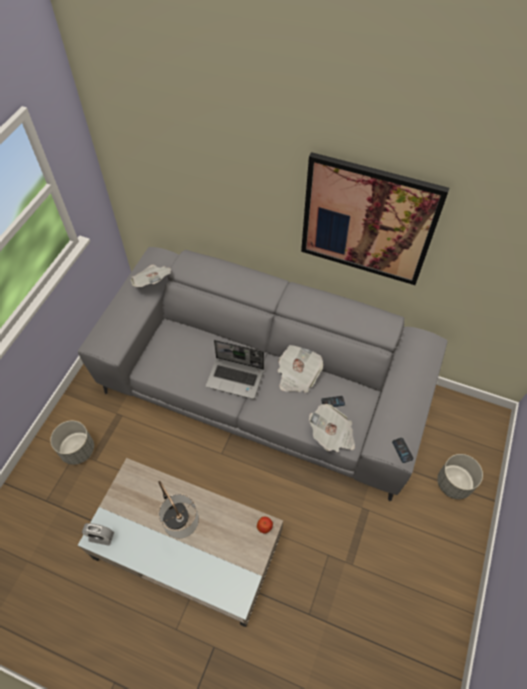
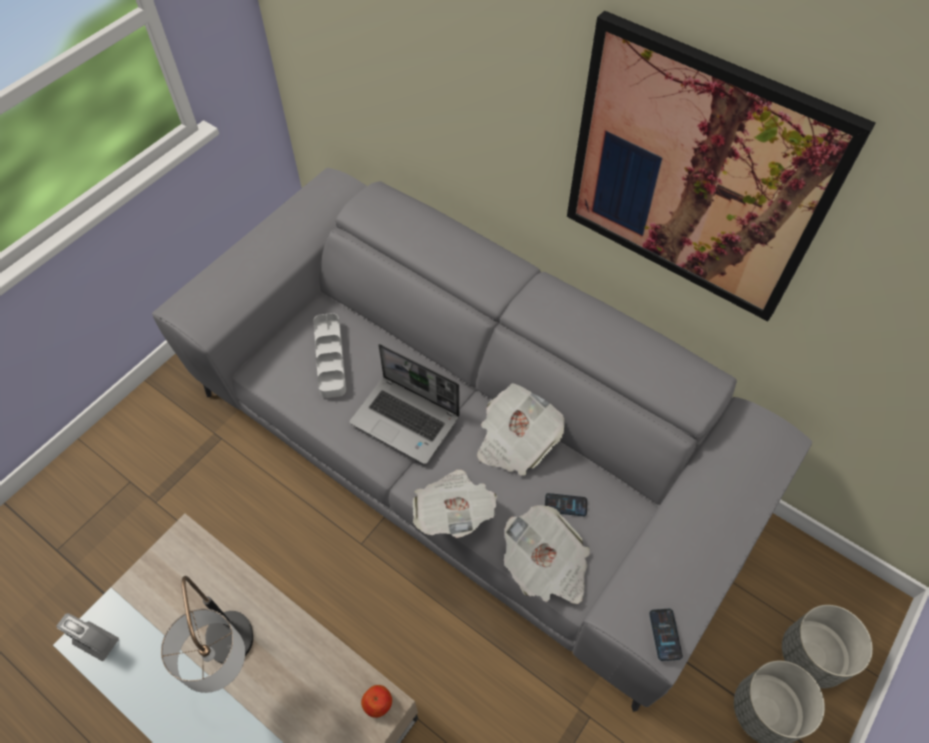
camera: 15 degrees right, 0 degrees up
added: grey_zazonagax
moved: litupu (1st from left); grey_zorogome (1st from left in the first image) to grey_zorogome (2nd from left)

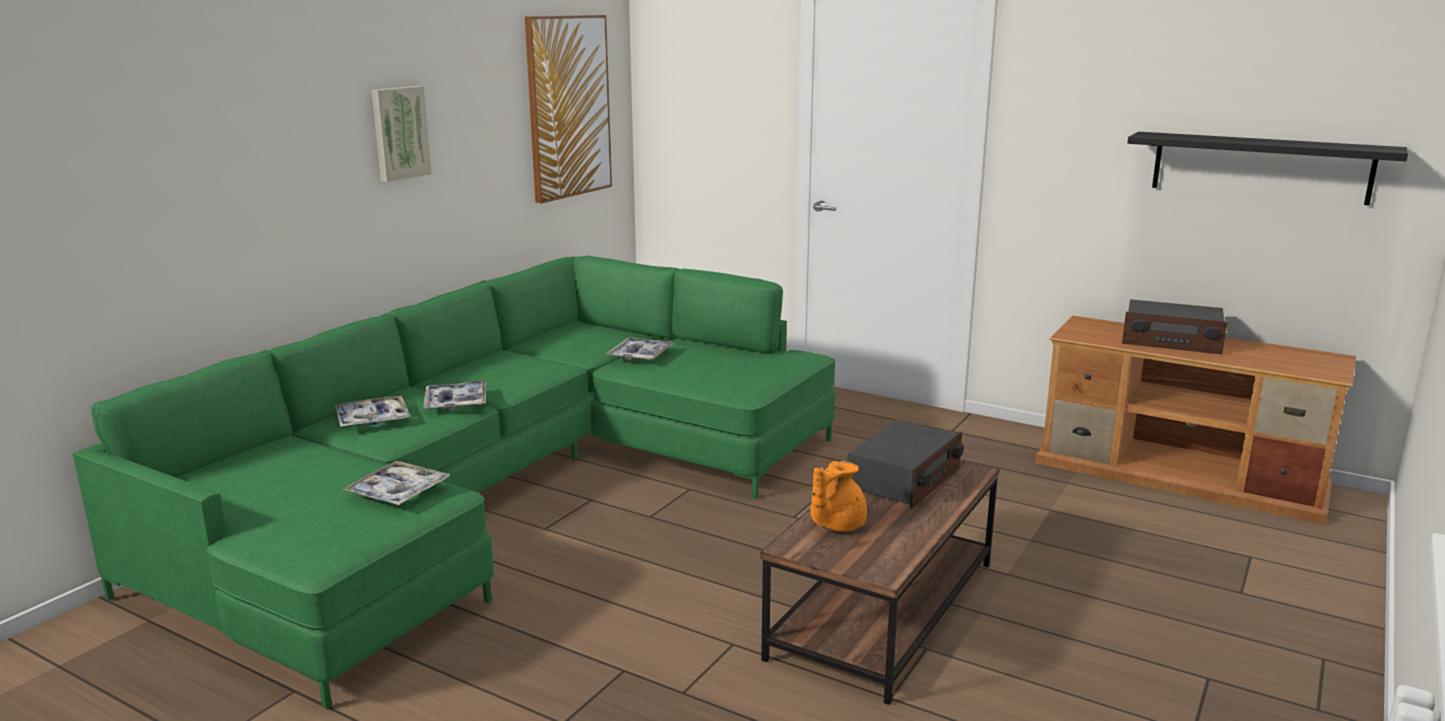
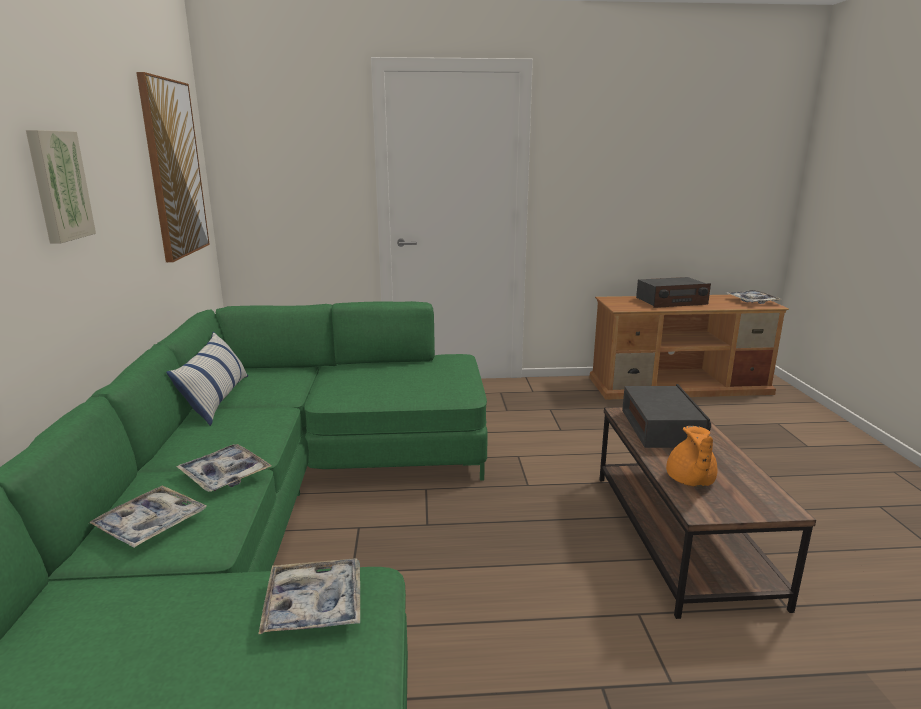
camera: 35 degrees left, 0 degrees up
removed: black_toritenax
added: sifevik
moved: zazonagax (4th from left)

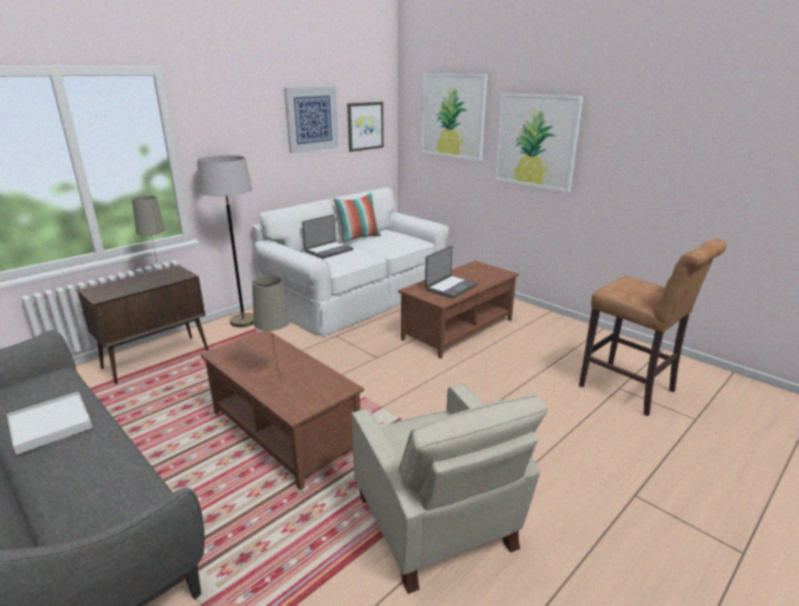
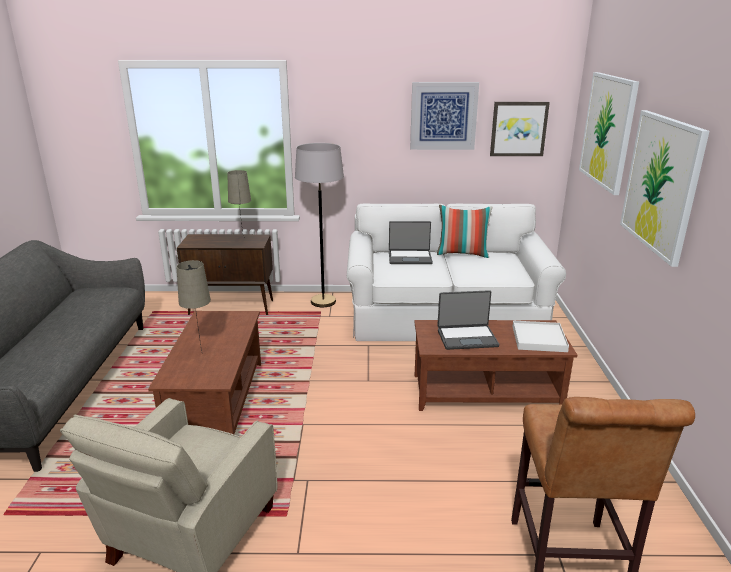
camera: 45 degrees right, 0 degrees up
moved: white_zazonagax

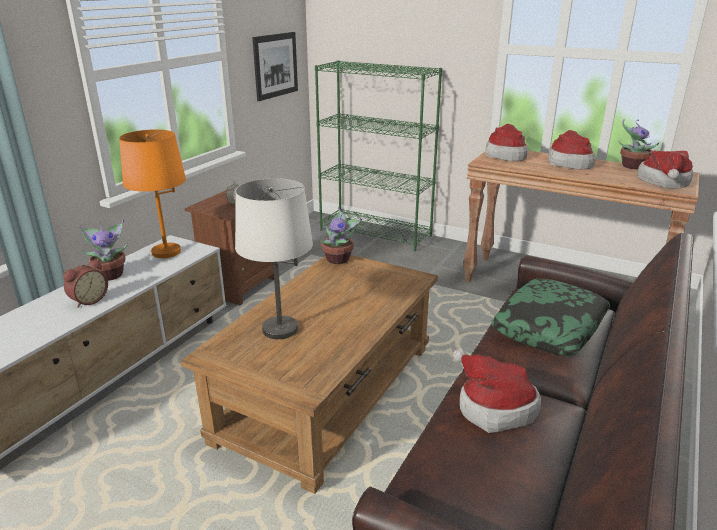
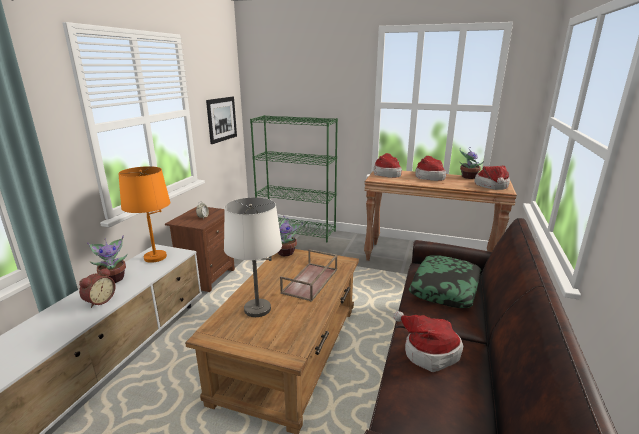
camera: 10 degrees left, 5 degrees down
added: brown_zazonagax

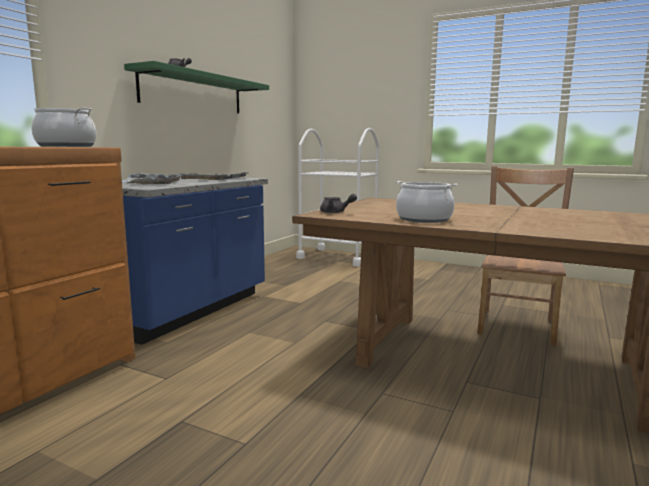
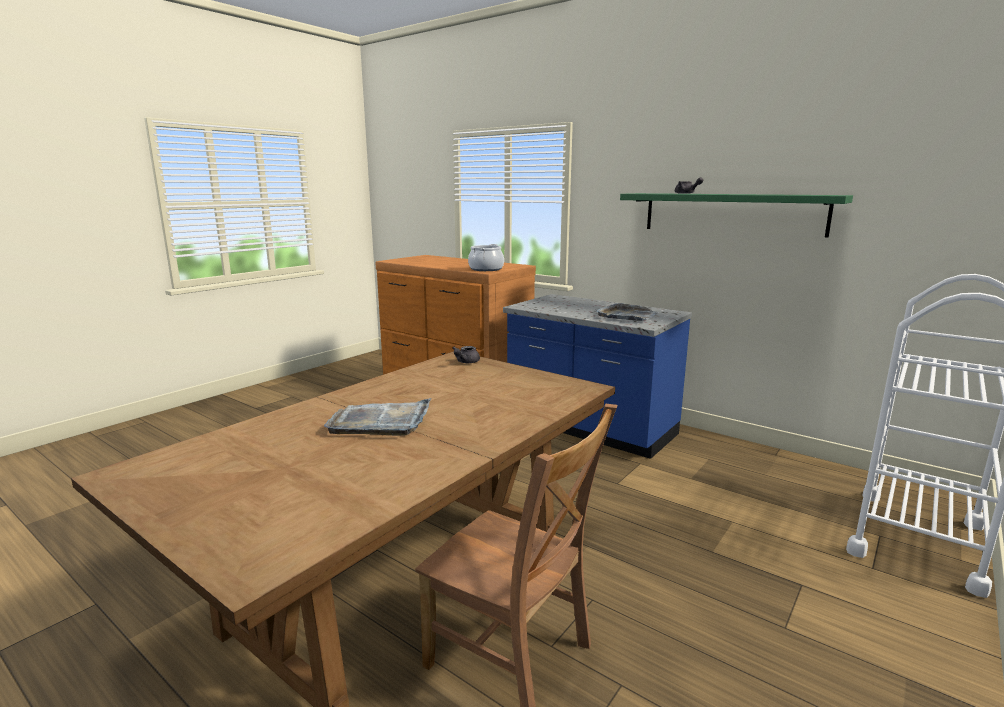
camera: 100 degrees right, 5 degrees up
removed: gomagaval (2nd from left)
moved: grey_zazonagax (1st from left)

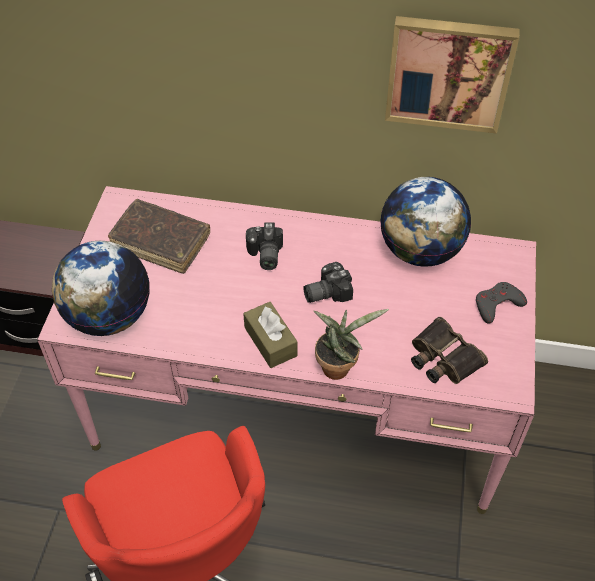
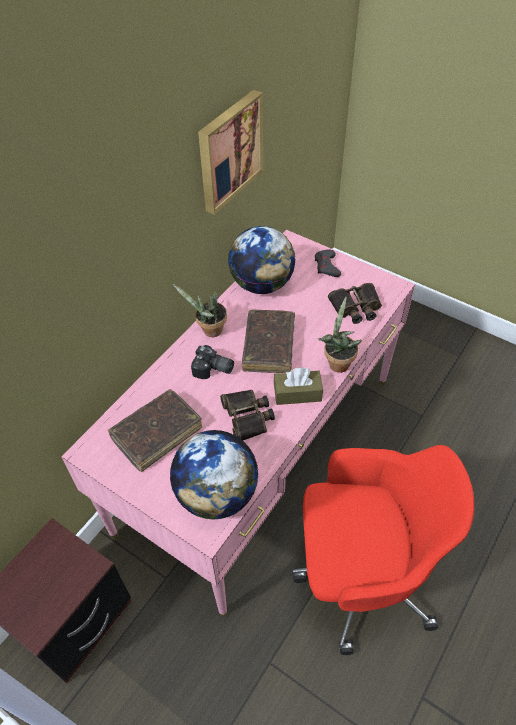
camera: 65 degrees left, 0 degrees up
added: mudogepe (1st from left); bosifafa (1st from left)
replaced: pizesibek (2nd from left) to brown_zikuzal (2nd from left)

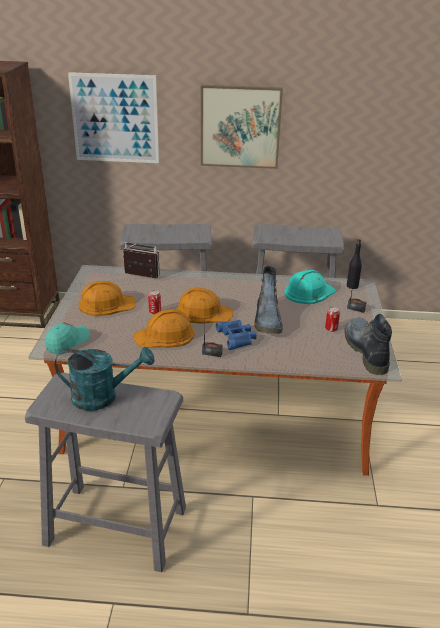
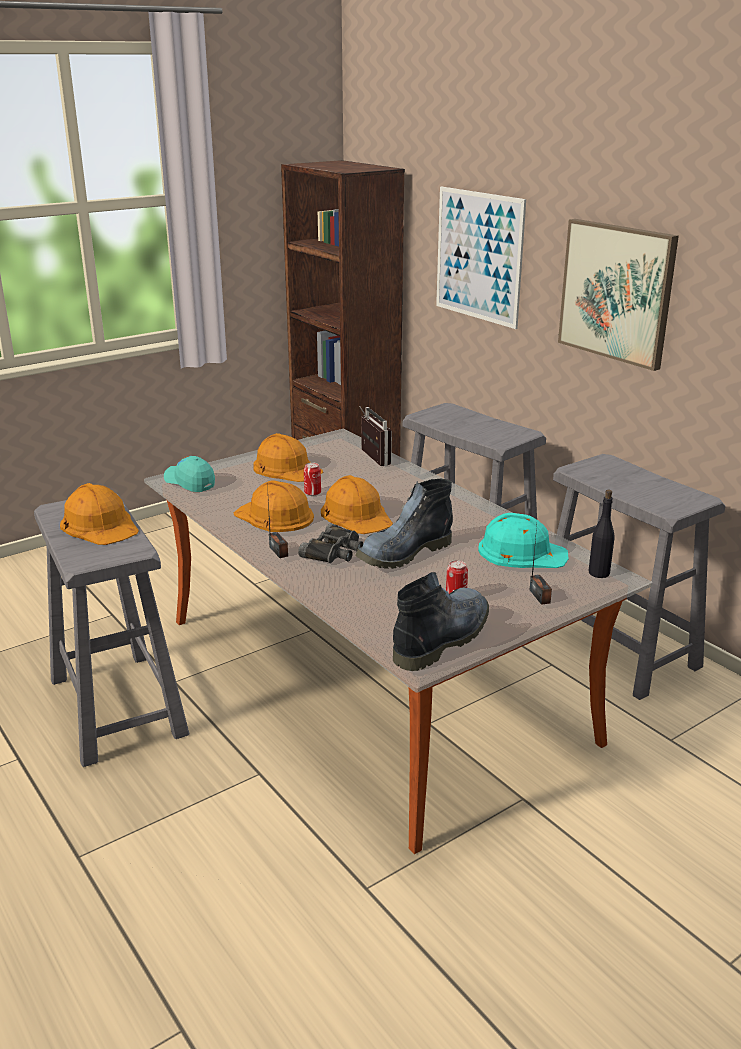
camera: 50 degrees right, 5 degrees down
replaced: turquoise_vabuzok to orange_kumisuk (1st from left)
recoloured: blue_bosifafa to black_bosifafa
turned: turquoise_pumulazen 135 degrees counterclockwise

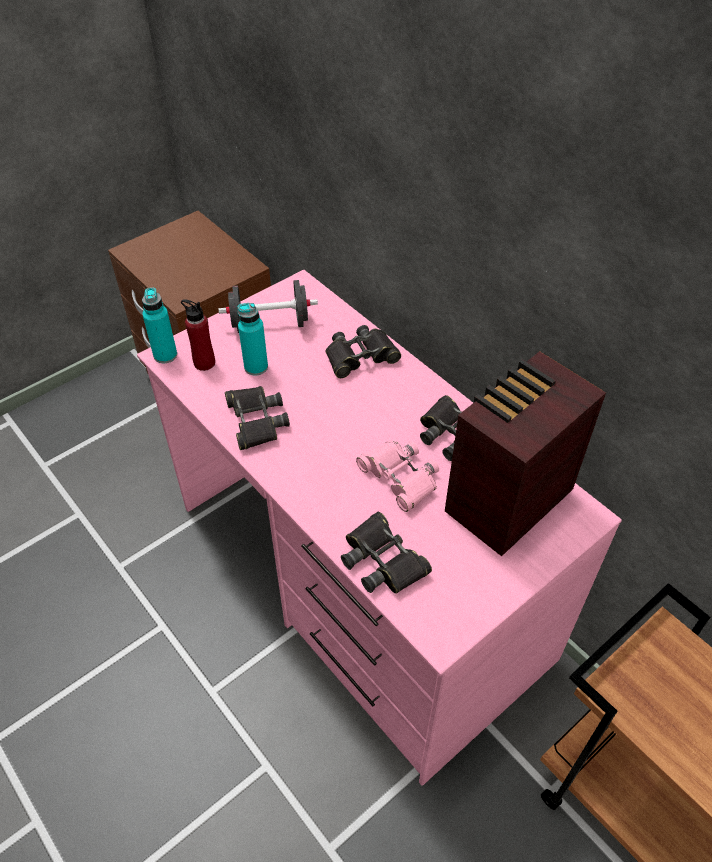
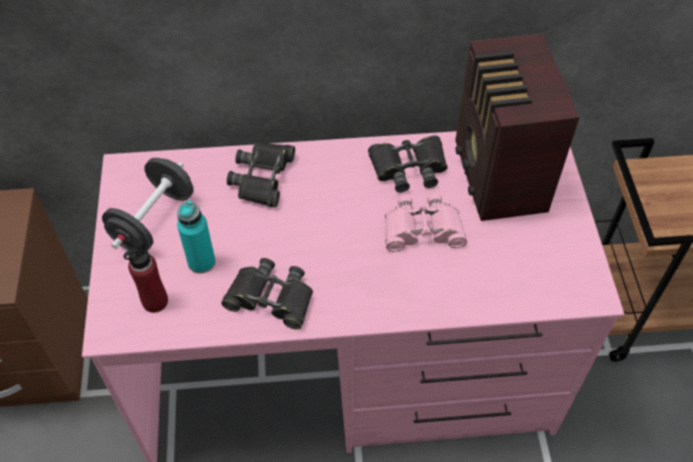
camera: 55 degrees left, 5 degrees up
removed: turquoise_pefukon (1st from left); black_bosifafa (3rd from left)

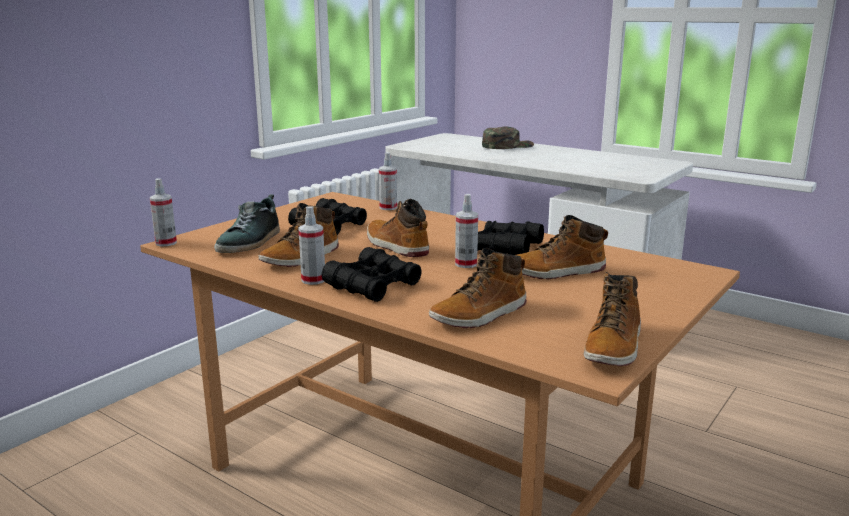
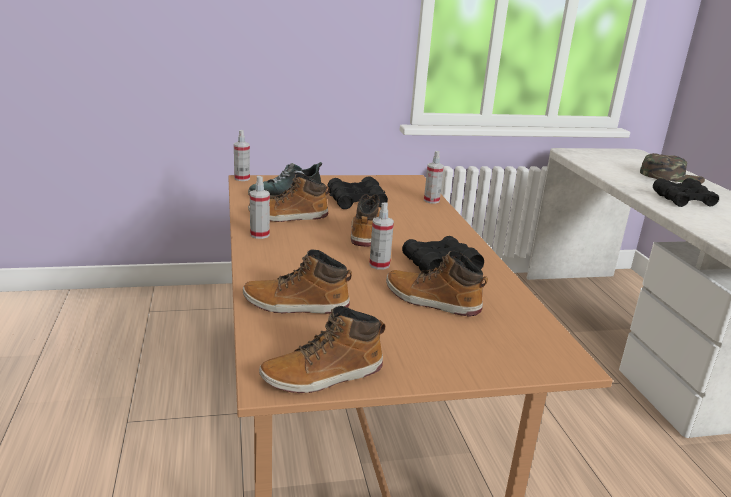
camera: 40 degrees right, 5 degrees up
moved: black_bosifafa (2nd from left in the first image) to black_bosifafa (3rd from left)

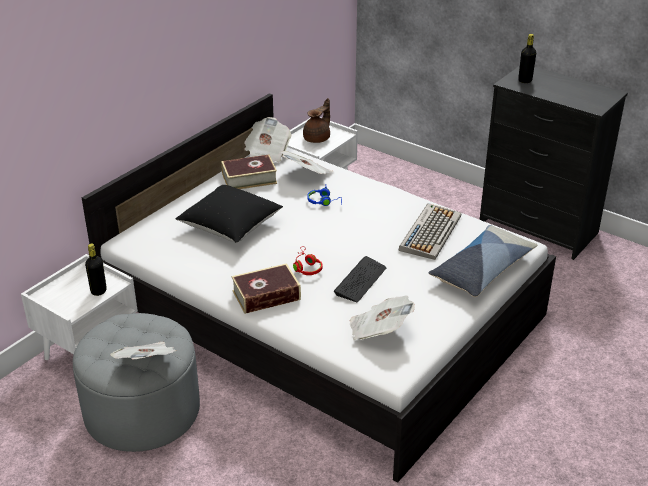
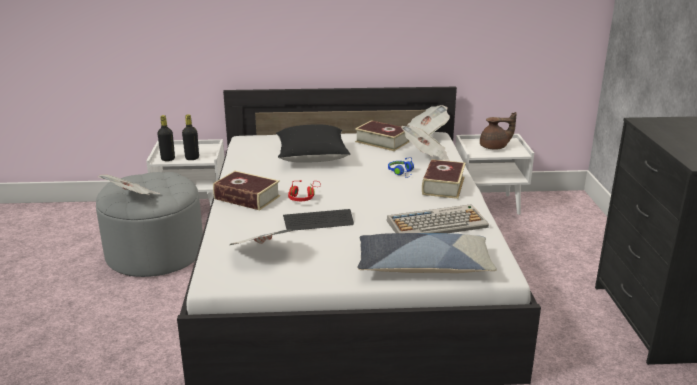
camera: 50 degrees right, 10 degrees down
added: zikuzal (3rd from left)
moved: black_pefukon (2nd from left in the first image) to black_pefukon (1st from left)

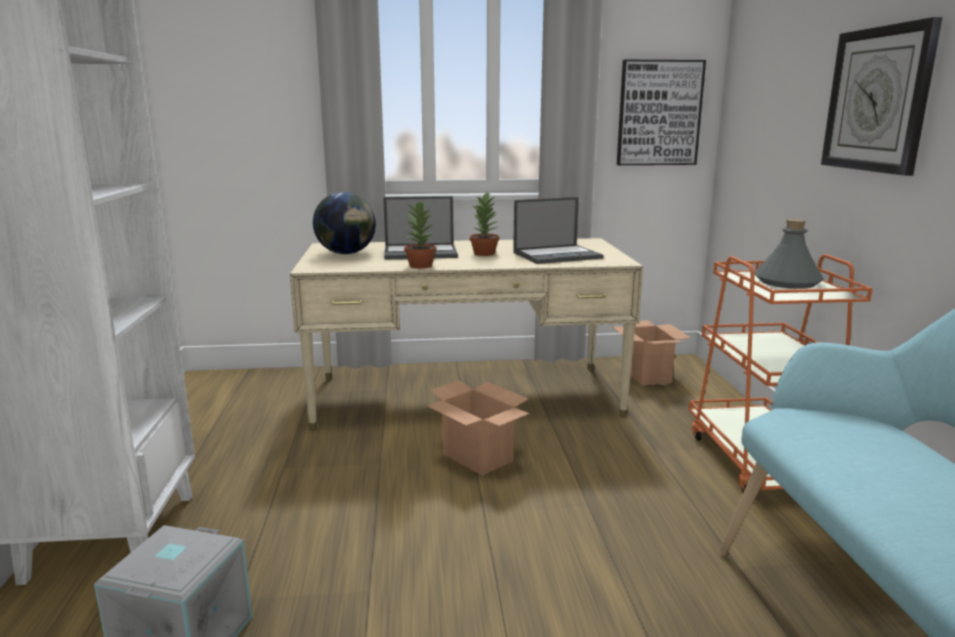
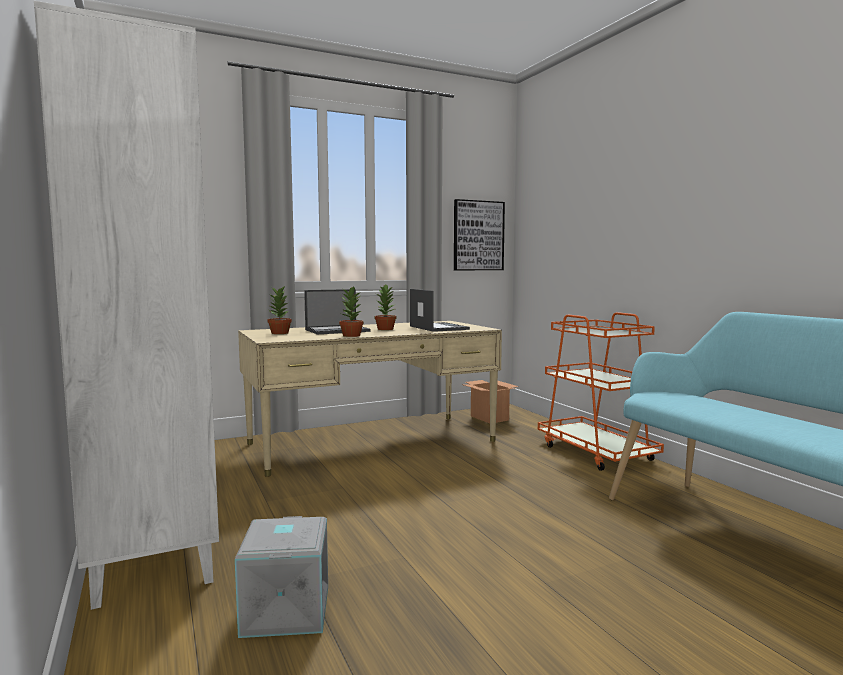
camera: 20 degrees left, 10 degrees down
removed: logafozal; grey_pefukon; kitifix (1st from left)
replaced: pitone to mudogepe (1st from left)
turned: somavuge (2nd from left) 75 degrees counterclockwise

